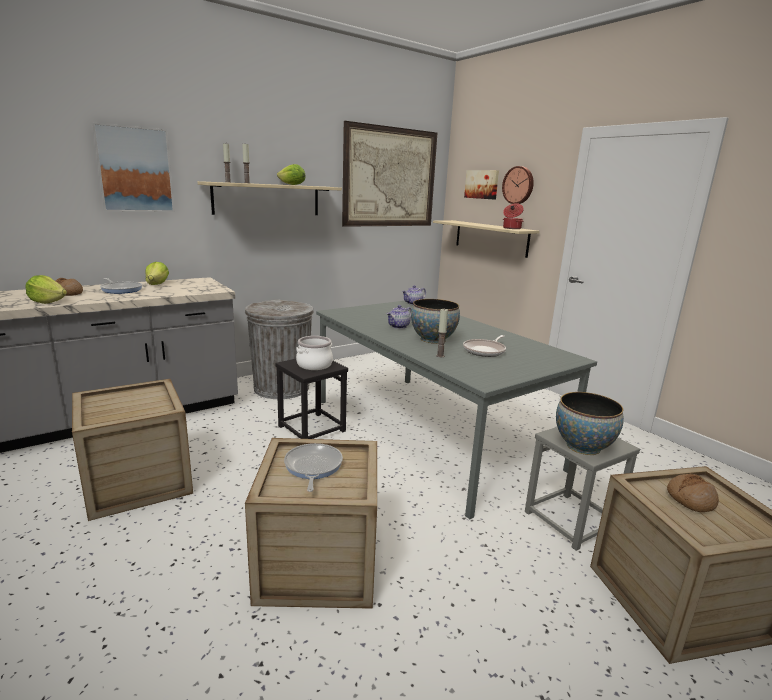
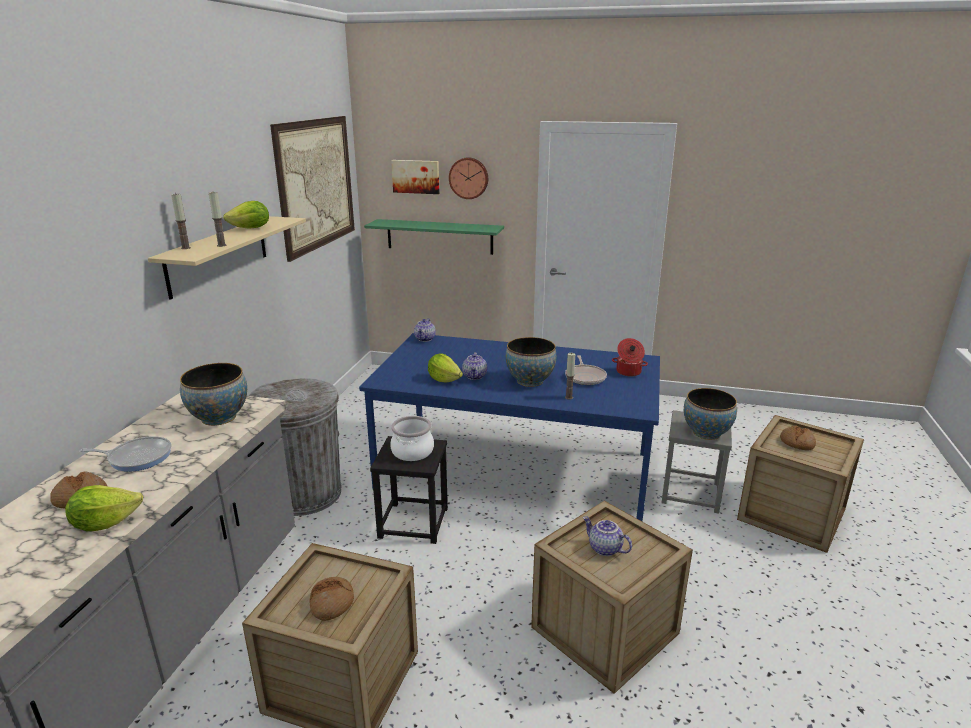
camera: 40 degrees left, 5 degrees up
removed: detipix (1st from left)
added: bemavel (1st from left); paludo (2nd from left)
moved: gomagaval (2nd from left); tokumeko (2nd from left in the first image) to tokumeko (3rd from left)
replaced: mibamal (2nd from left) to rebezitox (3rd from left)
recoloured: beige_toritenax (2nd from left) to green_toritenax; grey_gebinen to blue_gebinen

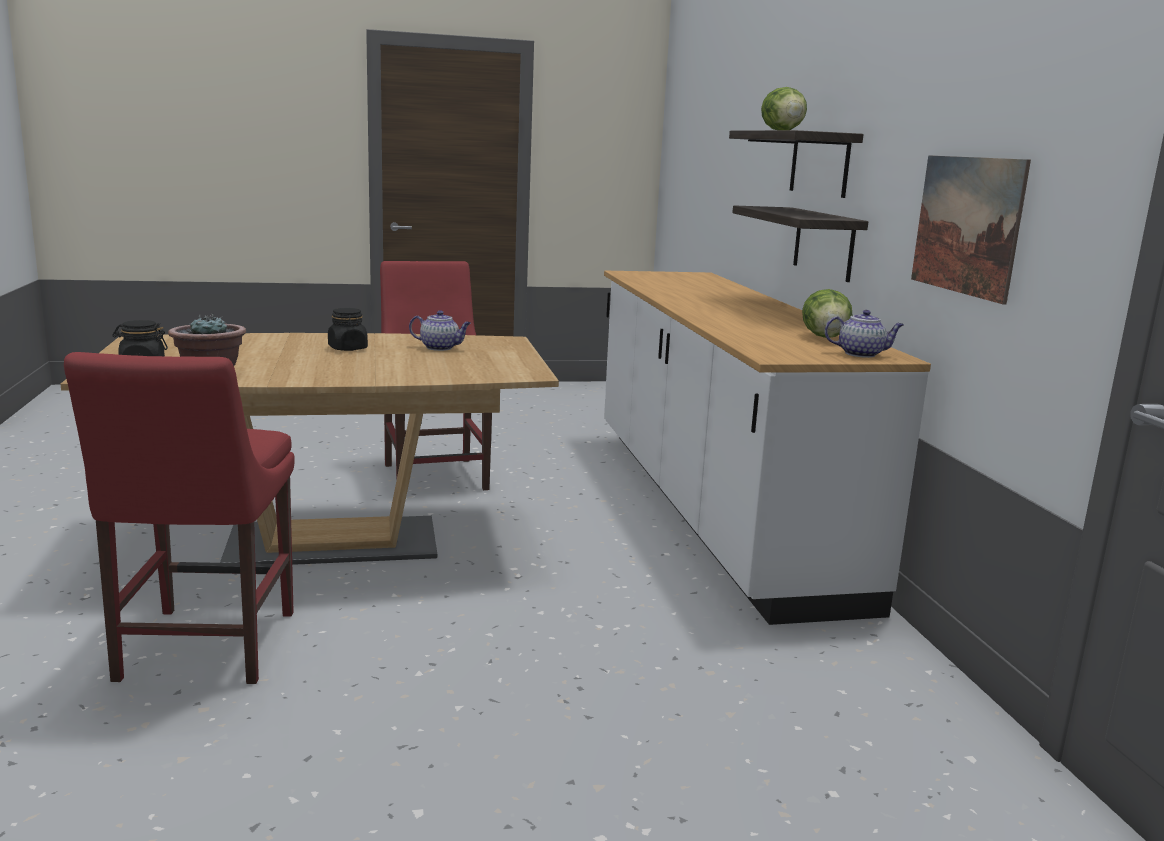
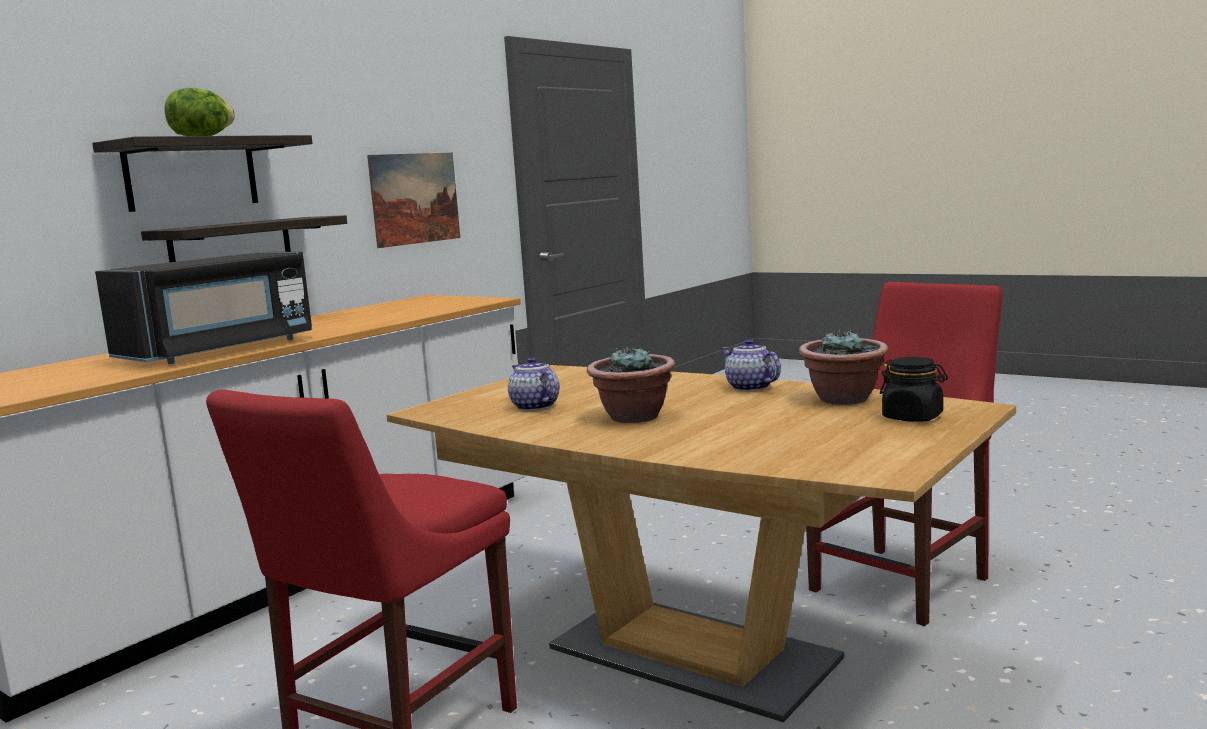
camera: 130 degrees left, 5 degrees down
removed: tokumeko (2nd from left)
added: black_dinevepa
moved: rebezitox (2nd from left)
replaced: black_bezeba (2nd from left) to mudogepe (1st from left)

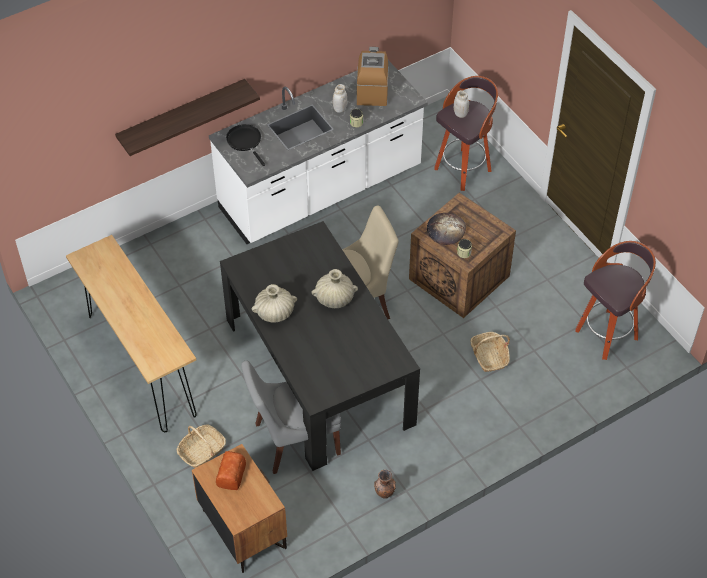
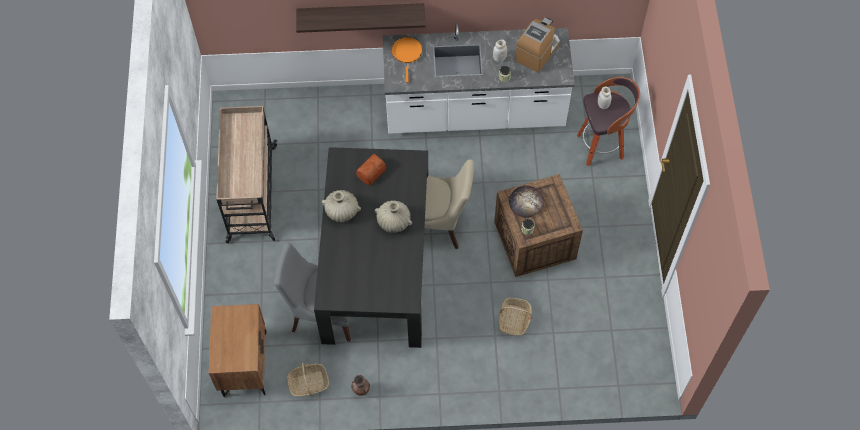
camera: 30 degrees right, 10 degrees up
removed: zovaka (2nd from left)
moved: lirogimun (1st from left); paludo (1st from left)
replaced: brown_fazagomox to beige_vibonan
recoloured: black_mibamal to orange_mibamal

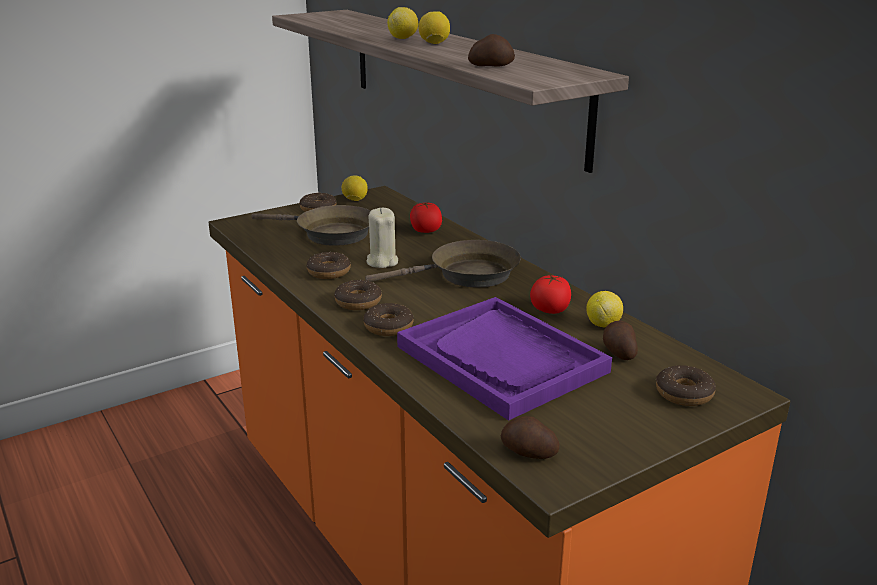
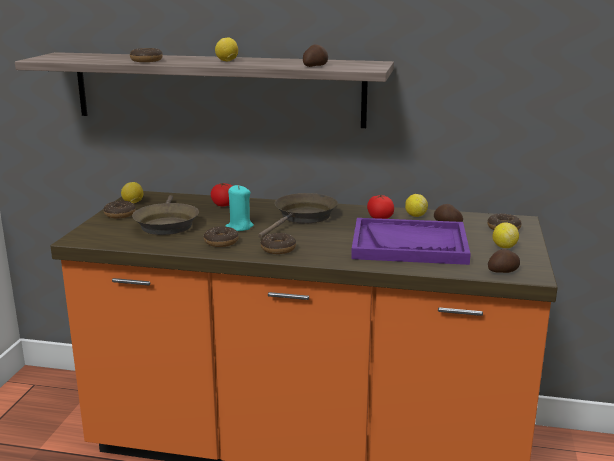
camera: 45 degrees left, 5 degrees down
moved: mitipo (2nd from left in the first image) to mitipo (4th from left); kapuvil (4th from left in the first image) to kapuvil (2nd from left)
recoloured: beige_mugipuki to turquoise_mugipuki
turned: brown_mibamal (1st from left) 105 degrees clockwise

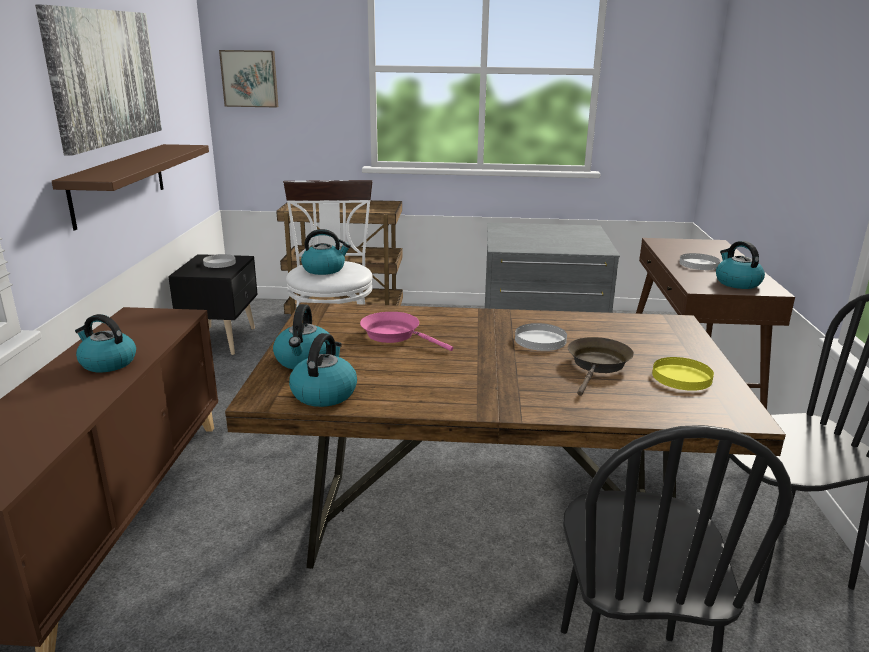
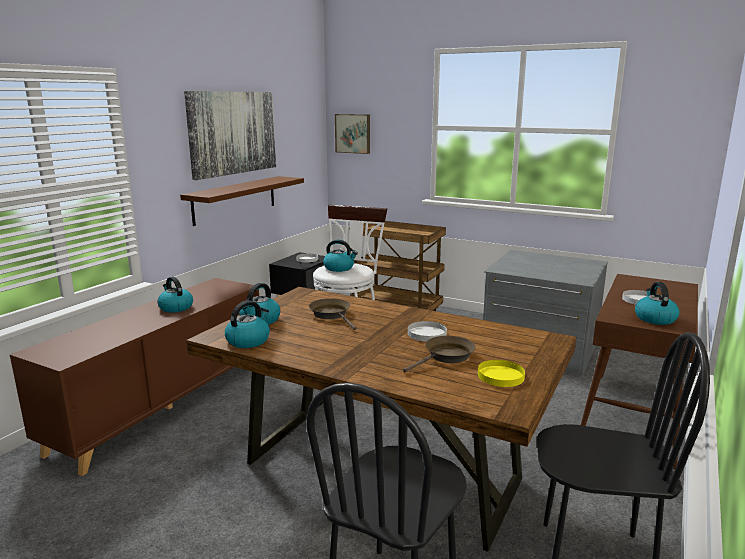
camera: 25 degrees right, 5 degrees down
recoloured: pink_mibamal to brown_mibamal (1st from left)

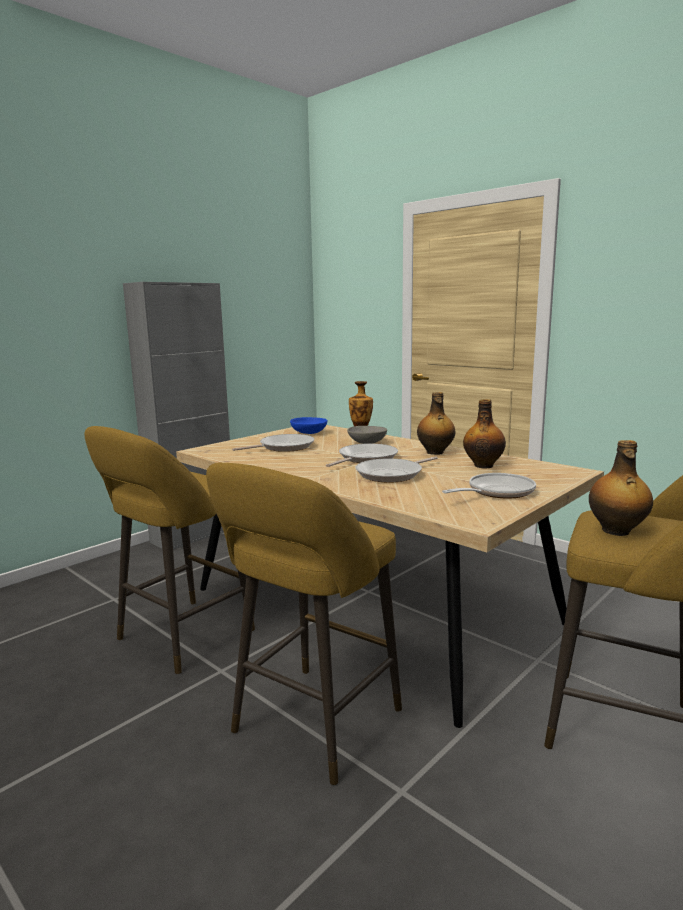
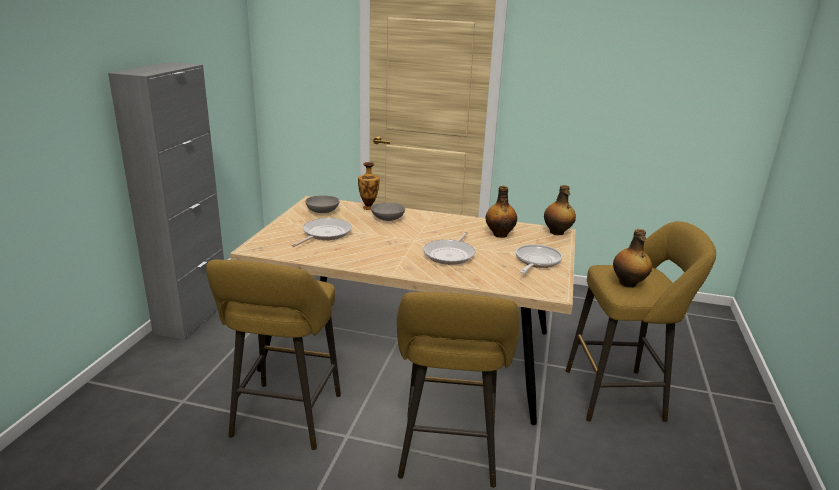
camera: 30 degrees left, 10 degrees up
removed: mibamal (2nd from left)
moved: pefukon (1st from left in the first image) to pefukon (2nd from left)
recoloured: blue_bemavel to grey_bemavel (1st from left)

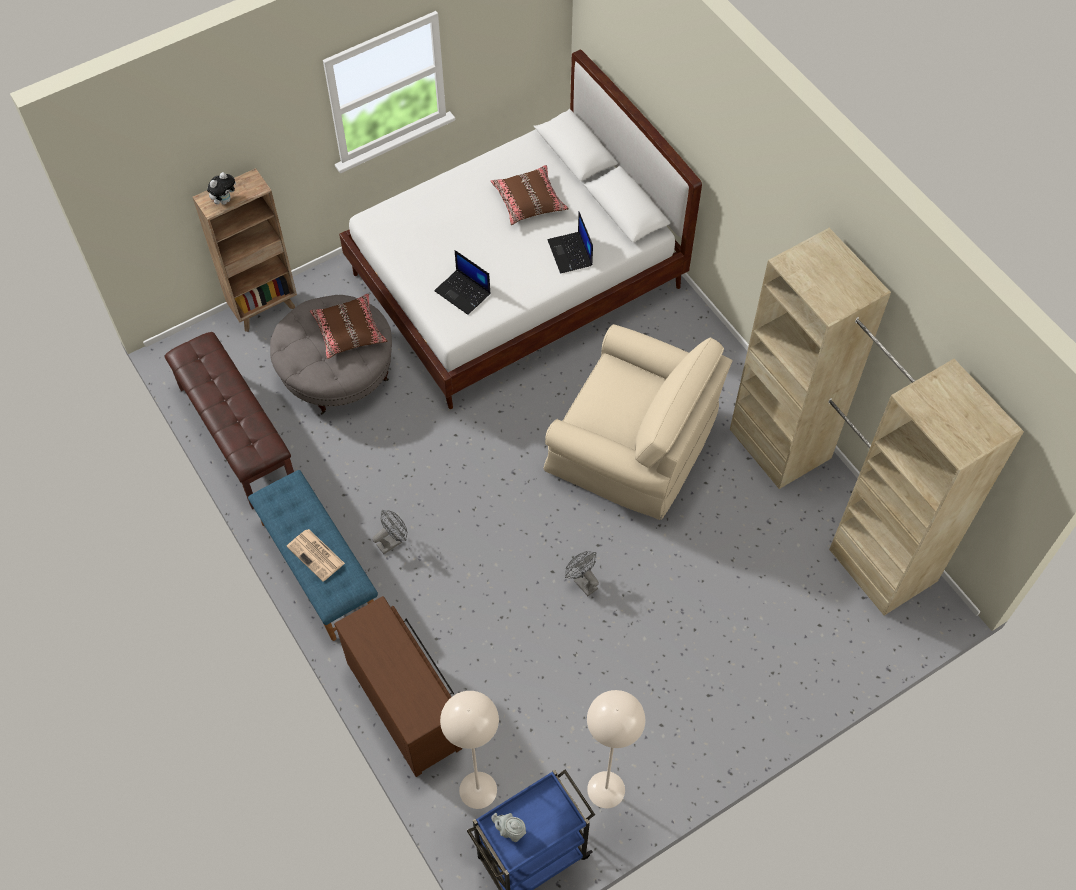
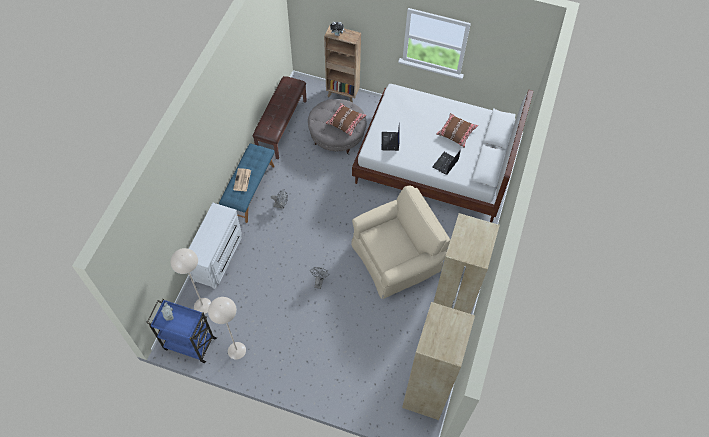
camera: 50 degrees right, 0 degrees up
recoloured: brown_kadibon to white_kadibon
turned: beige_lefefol 105 degrees counterclockwise

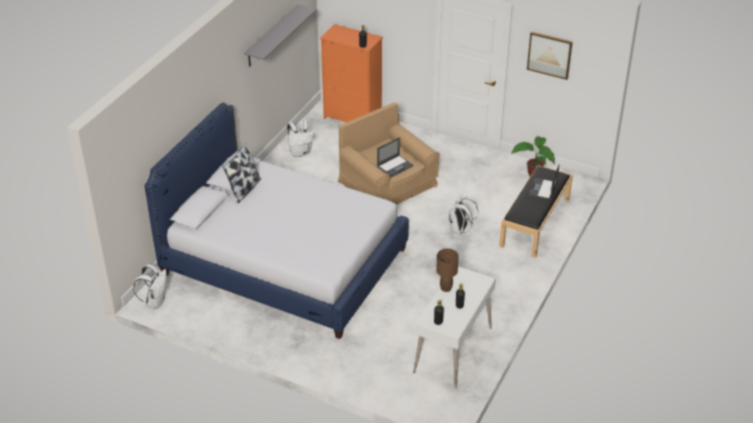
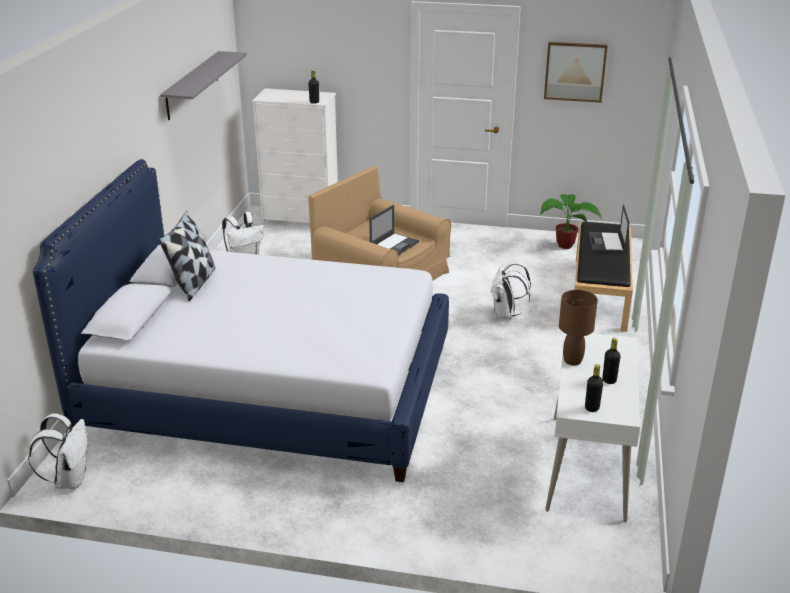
camera: 15 degrees left, 10 degrees down
recoloured: orange_kadibon to white_kadibon

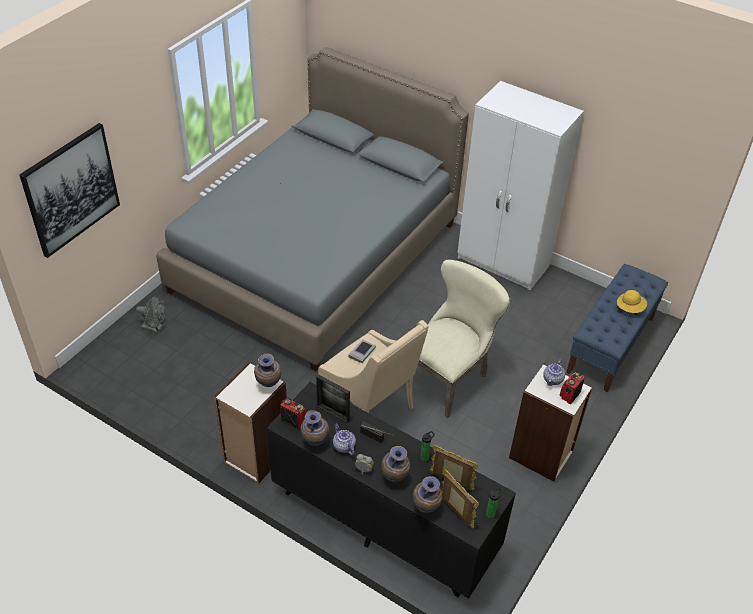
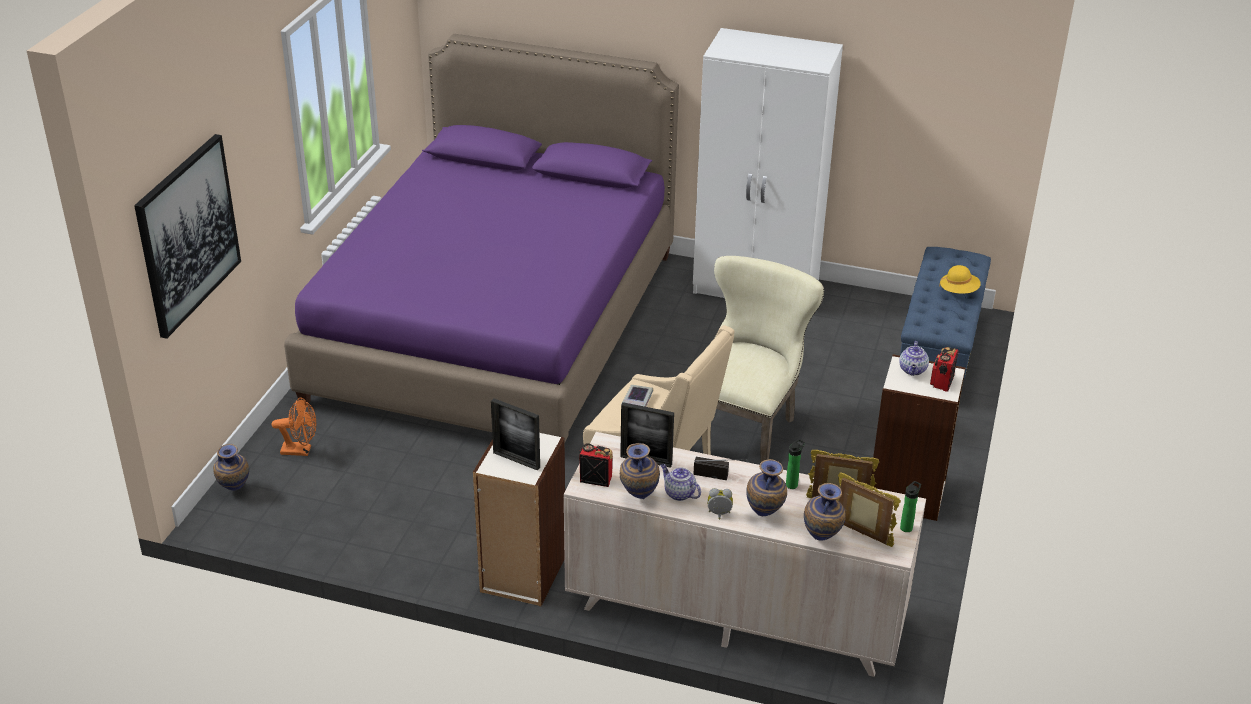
camera: 15 degrees left, 10 degrees down
added: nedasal (1st from left)
moved: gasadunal (1st from left)
recoloured: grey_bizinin to purple_bizinin; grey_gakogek to orange_gakogek; black_kadibon to beige_kadibon

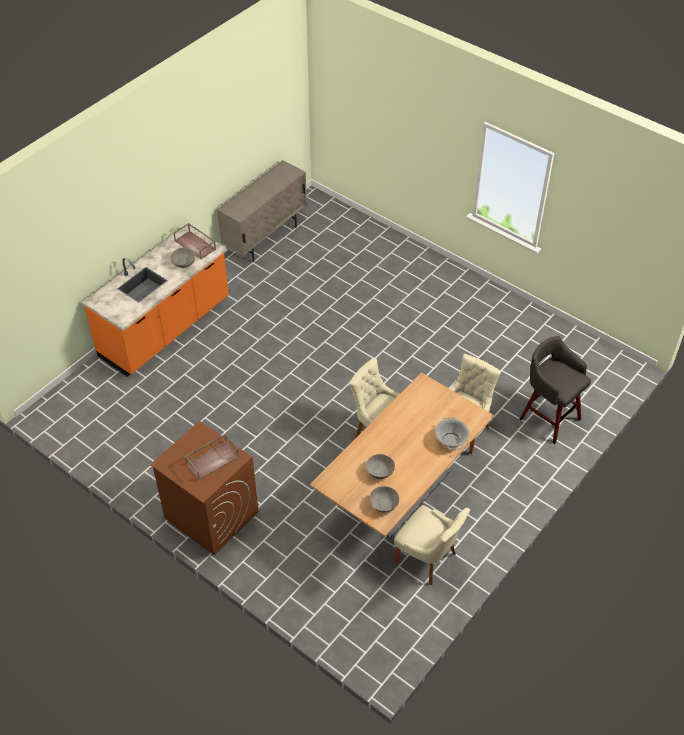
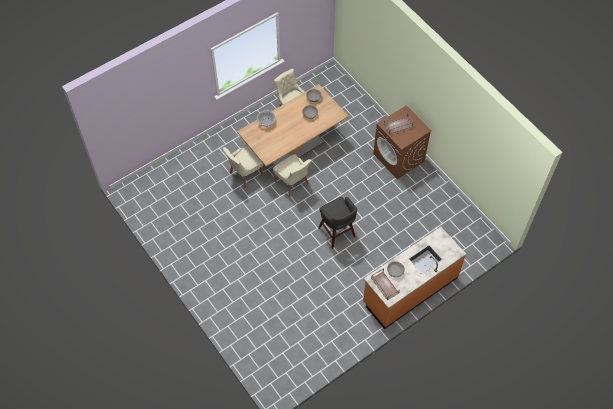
camera: 165 degrees left, 10 degrees up
removed: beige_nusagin
moved: grey_zovaka

